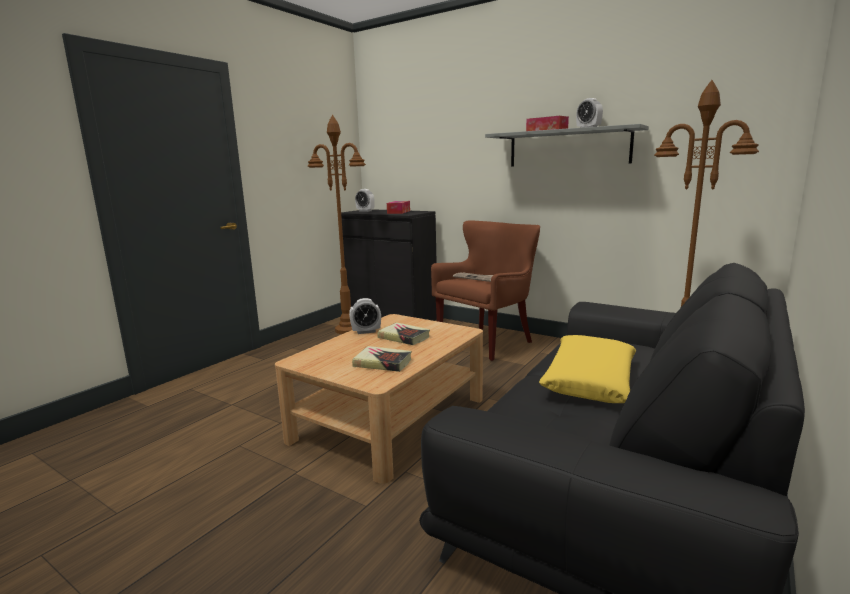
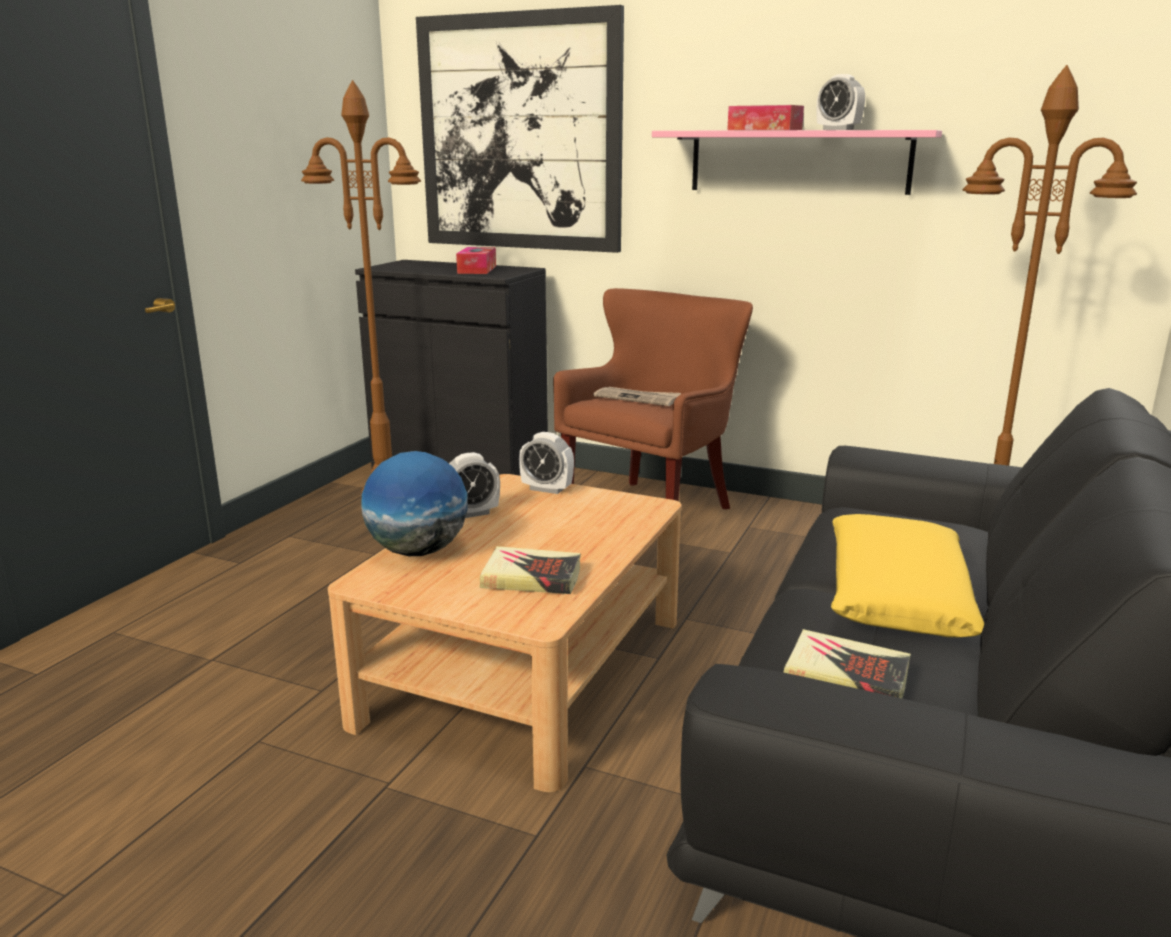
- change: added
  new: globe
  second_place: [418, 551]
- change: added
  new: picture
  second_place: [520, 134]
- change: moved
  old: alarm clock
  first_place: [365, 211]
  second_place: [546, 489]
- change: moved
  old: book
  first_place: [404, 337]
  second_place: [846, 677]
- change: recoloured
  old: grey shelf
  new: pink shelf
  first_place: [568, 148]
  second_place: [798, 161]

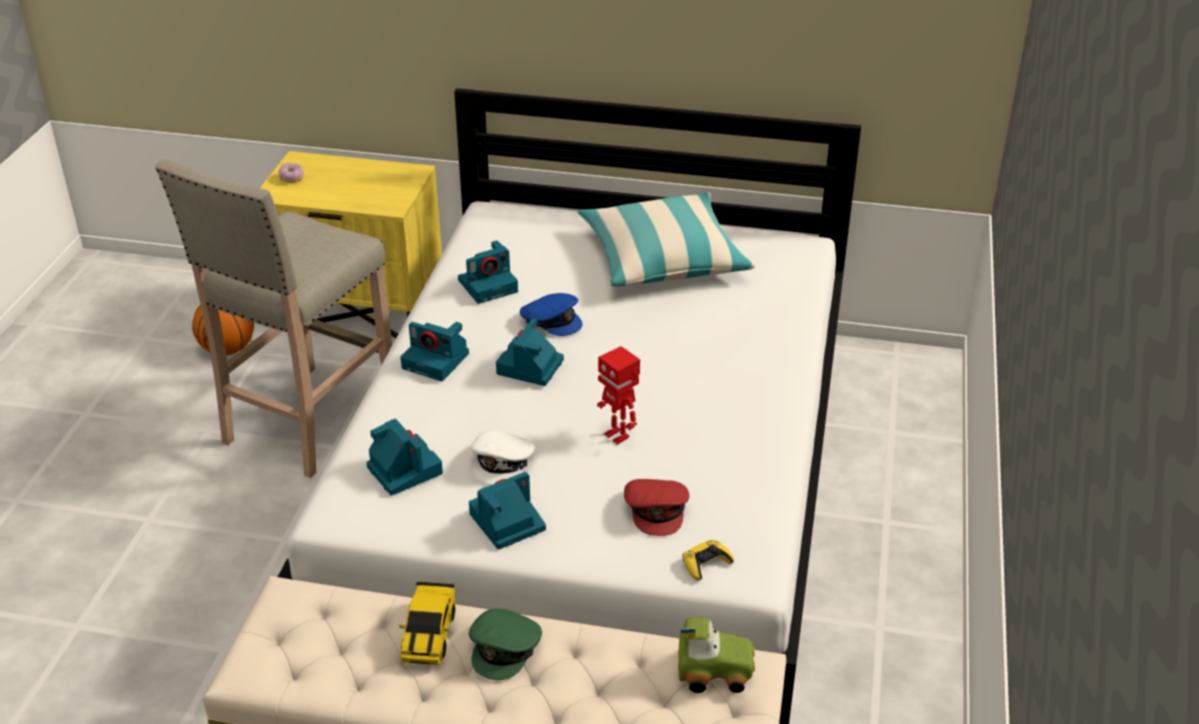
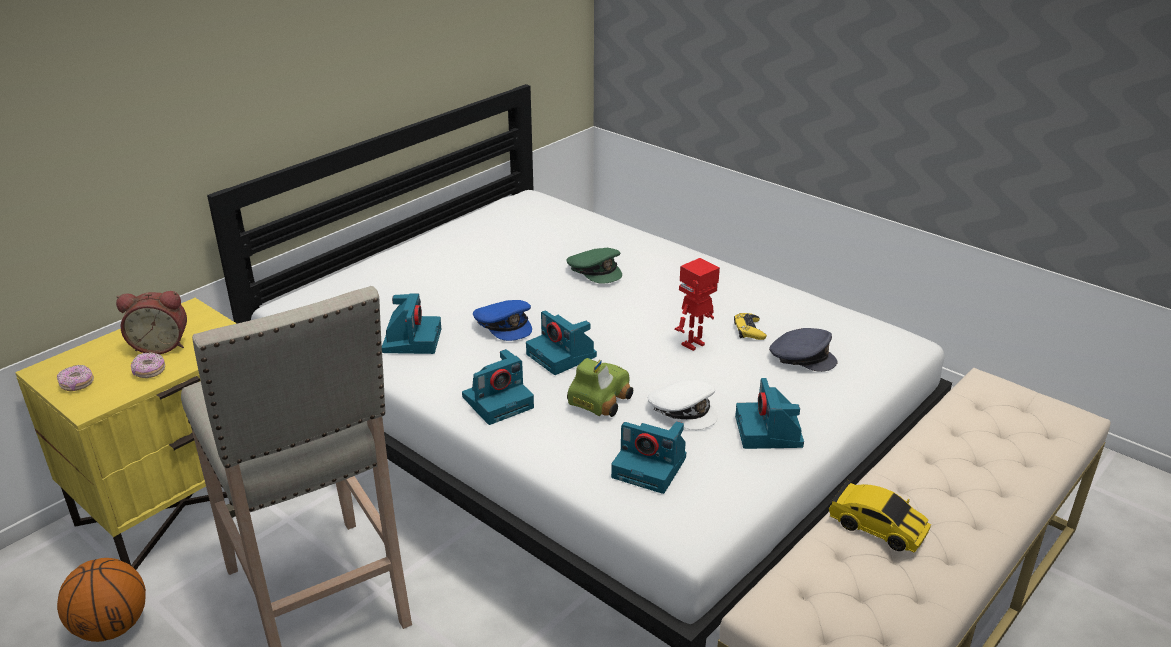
- change: removed
  old: pillow
  first_place: [663, 258]
- change: added
  new: alarm clock
  second_place: [161, 345]
- change: added
  new: donut
  second_place: [149, 371]
- change: moved
  old: green cap
  first_place: [505, 648]
  second_place: [595, 270]
- change: moved
  old: toy car
  first_place: [714, 669]
  second_place: [599, 400]
- change: moved
  old: yellow game controller
  first_place: [706, 563]
  second_place: [749, 330]
- change: recoloured
  old: red cap
  new: grey cap
  first_place: [656, 509]
  second_place: [802, 357]
- change: turned
  old: photo camera
  first_place: [403, 469]
  second_place: [651, 467]
  degrees: -150
- change: turned
  old: blue cap
  first_place: [552, 320]
  second_place: [504, 325]
  degrees: 75
- change: turned
  old: toy robot
  first_place: [618, 435]
  second_place: [694, 345]
  degrees: 150

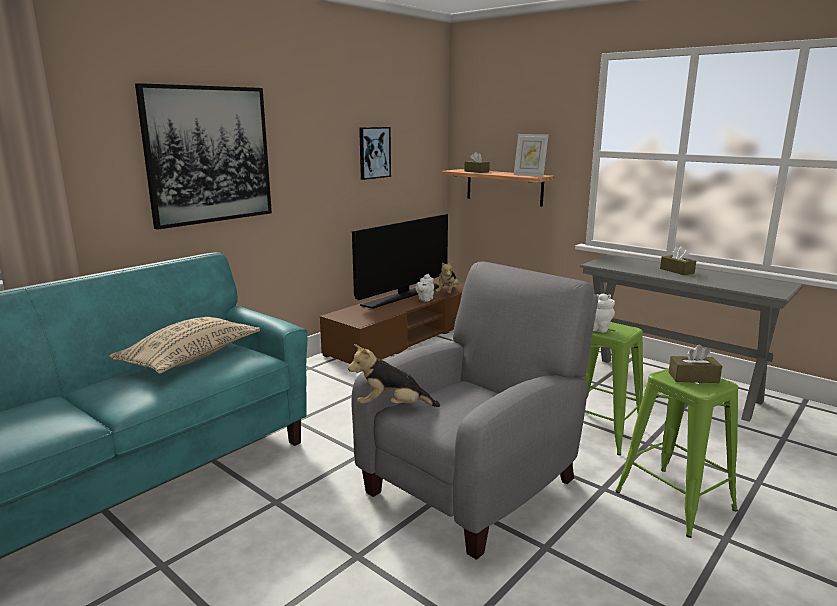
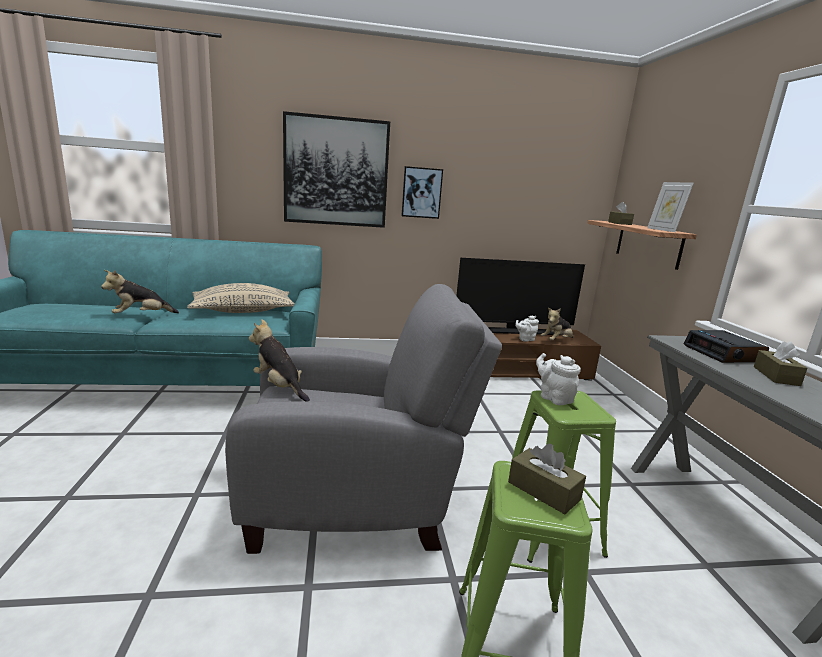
- change: added
  new: plush toy
  second_place: [141, 316]
- change: added
  new: alarm clock
  second_place: [723, 354]
- change: moved
  old: picture
  first_place: [374, 152]
  second_place: [421, 192]

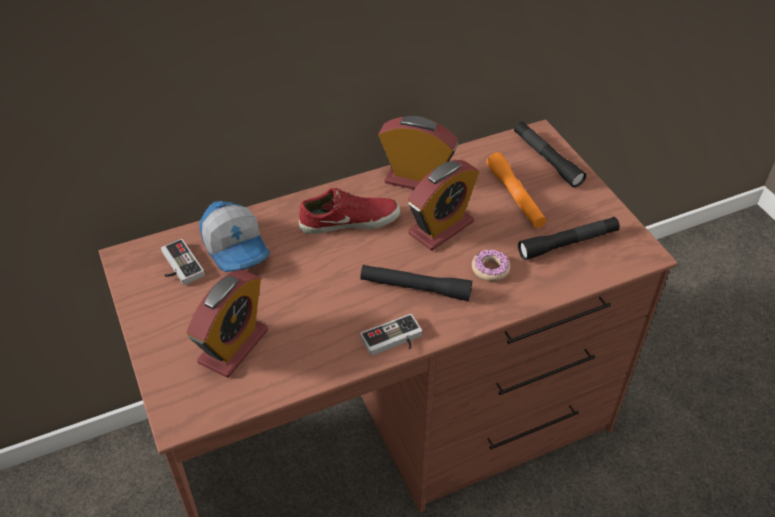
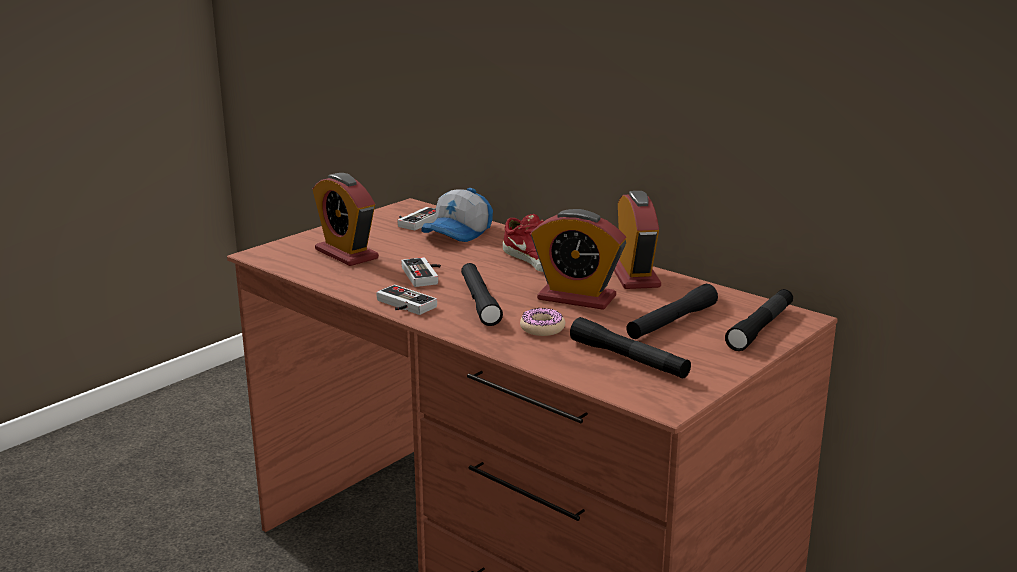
- change: added
  new: game controller
  second_place: [425, 275]
- change: recoloured
  old: orange flashlight
  new: black flashlight
  first_place: [515, 196]
  second_place: [671, 322]
- change: turned
  old: alarm clock
  first_place: [233, 346]
  second_place: [346, 254]
  degrees: 45

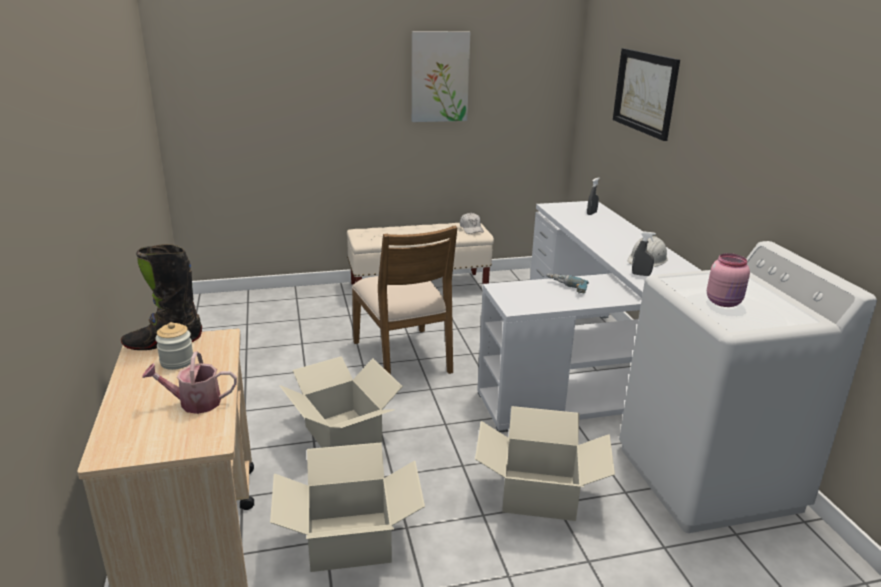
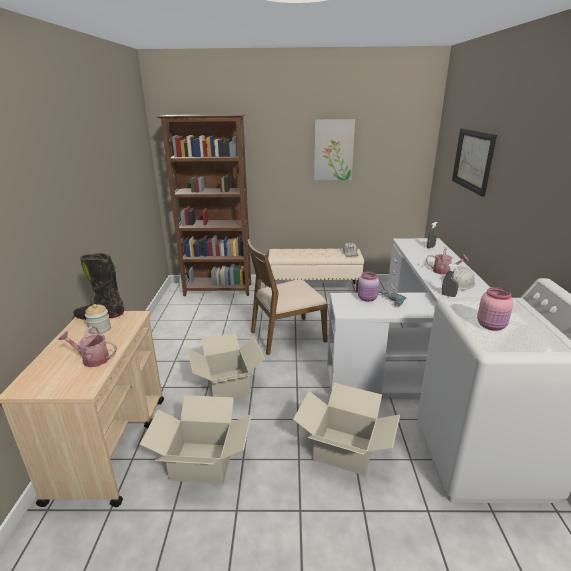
- change: added
  new: brown bookcase
  second_place: [218, 290]
- change: added
  new: pink jar
  second_place: [367, 299]
- change: added
  new: watering can
  second_place: [444, 271]
- change: turned
  old: brown chair
  first_place: [404, 356]
  second_place: [287, 336]
  degrees: 75

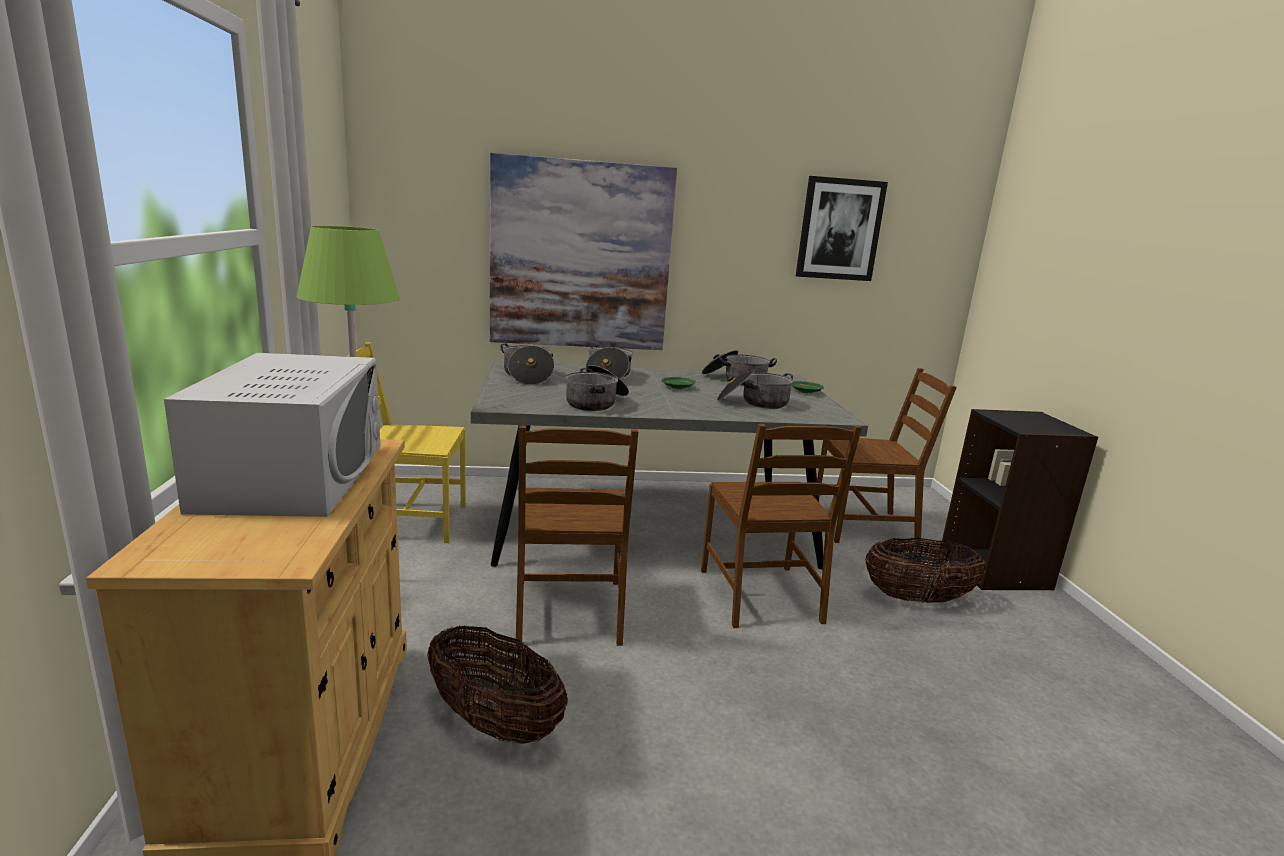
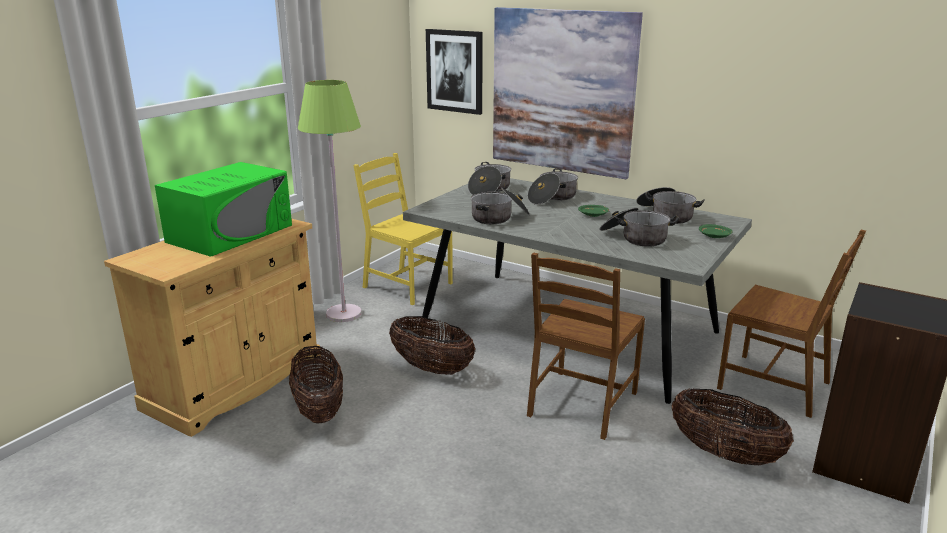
- change: moved
  old: picture
  first_place: [839, 229]
  second_place: [455, 71]
- change: replaced
  old: brown chair
  new: basket
  first_place: [569, 612]
  second_place: [431, 368]
- change: recoloured
  old: white microwave
  new: green microwave
  first_place: [294, 475]
  second_place: [231, 233]

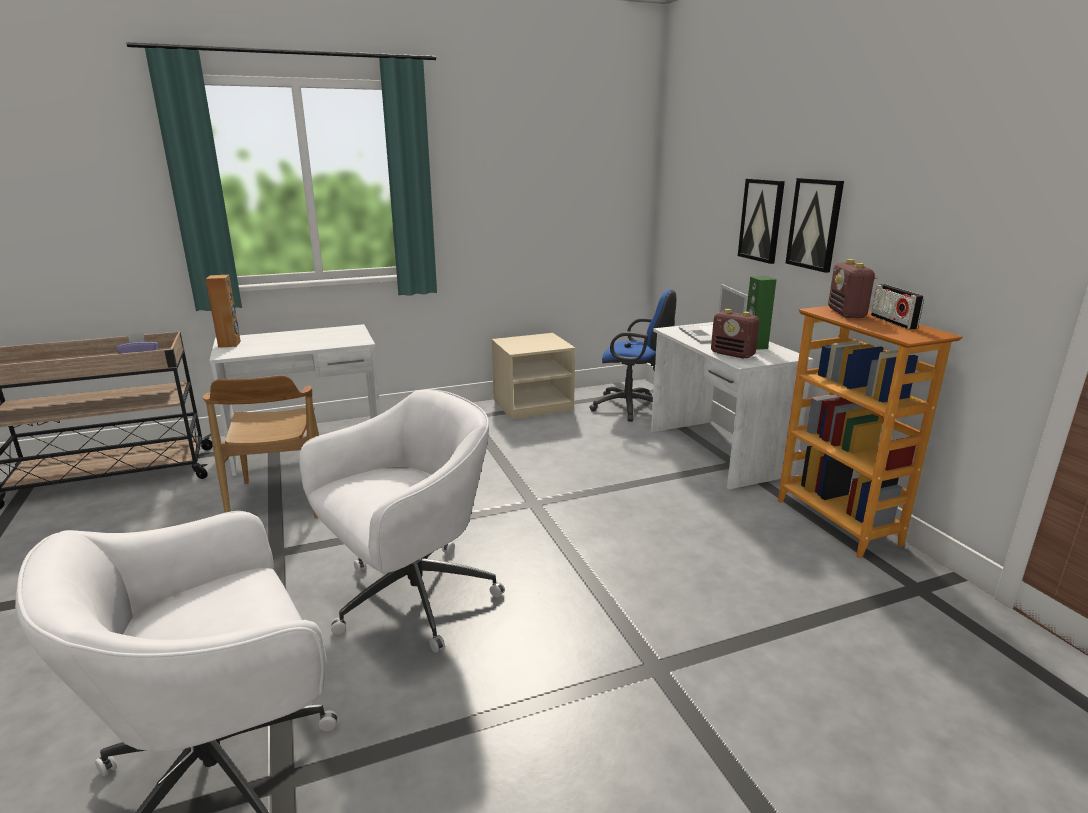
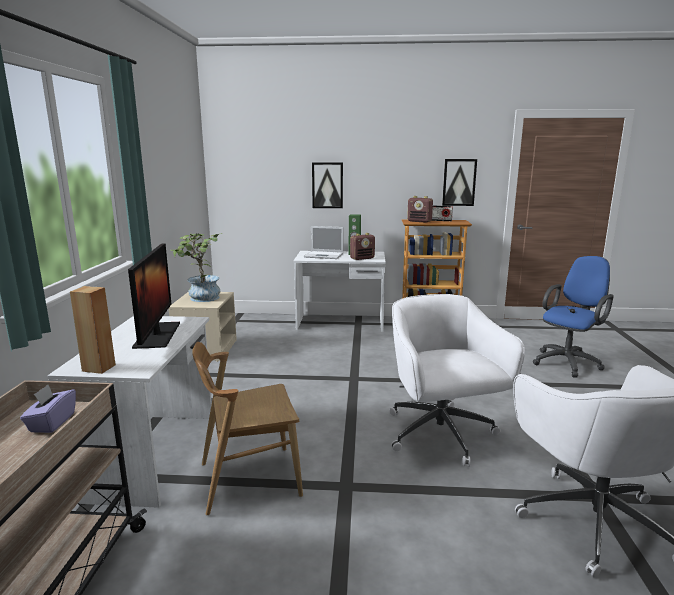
- change: added
  new: monitor
  second_place: [157, 335]
- change: added
  new: potted plant
  second_place: [201, 299]
- change: moved
  old: blue office chair
  first_place: [632, 408]
  second_place: [568, 362]
- change: moved
  old: picture
  first_place: [815, 224]
  second_place: [459, 182]
- change: turned
  old: brown chair
  first_place: [279, 500]
  second_place: [249, 479]
  degrees: 150

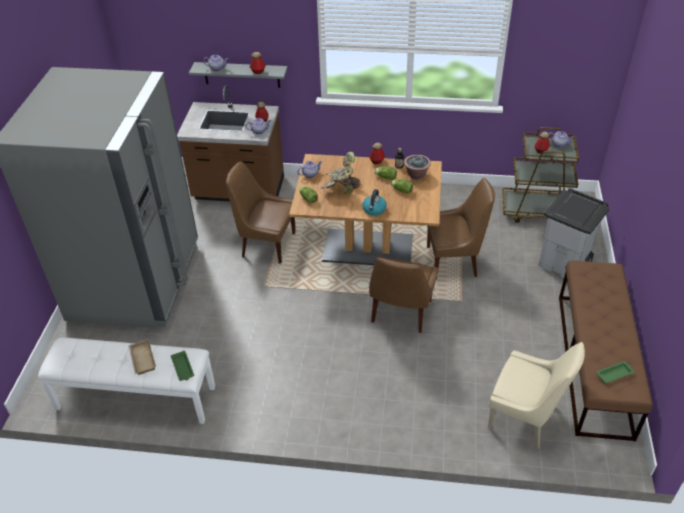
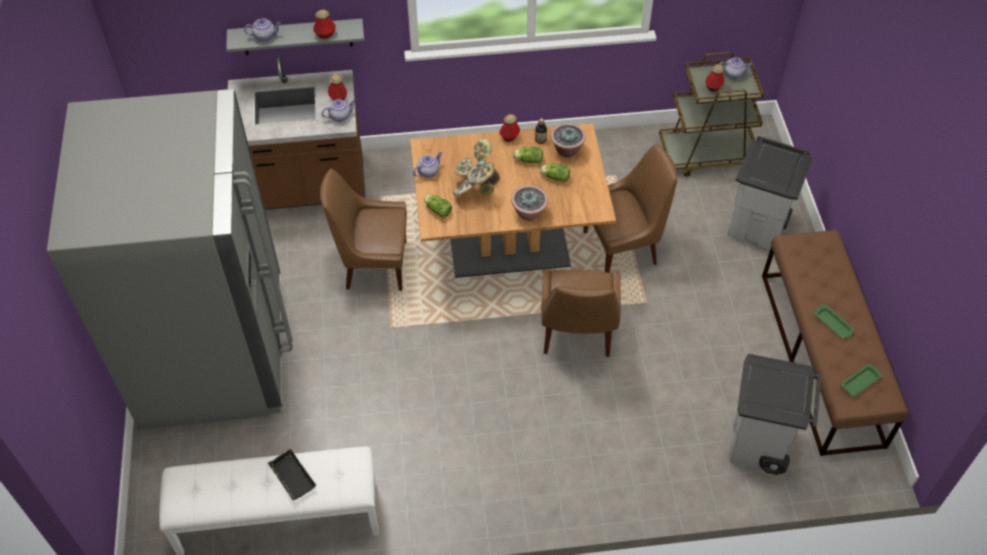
- change: moved
  old: green tray
  first_place: [183, 368]
  second_place: [833, 324]
- change: replaced
  old: kettle
  new: potted plant
  first_place: [374, 210]
  second_place: [529, 213]
- change: replaced
  old: beige chair
  new: grey trash can
  first_place: [525, 418]
  second_place: [759, 445]
- change: recoloured
  old: beige tray
  new: black tray
  first_place: [141, 359]
  second_place: [291, 477]

